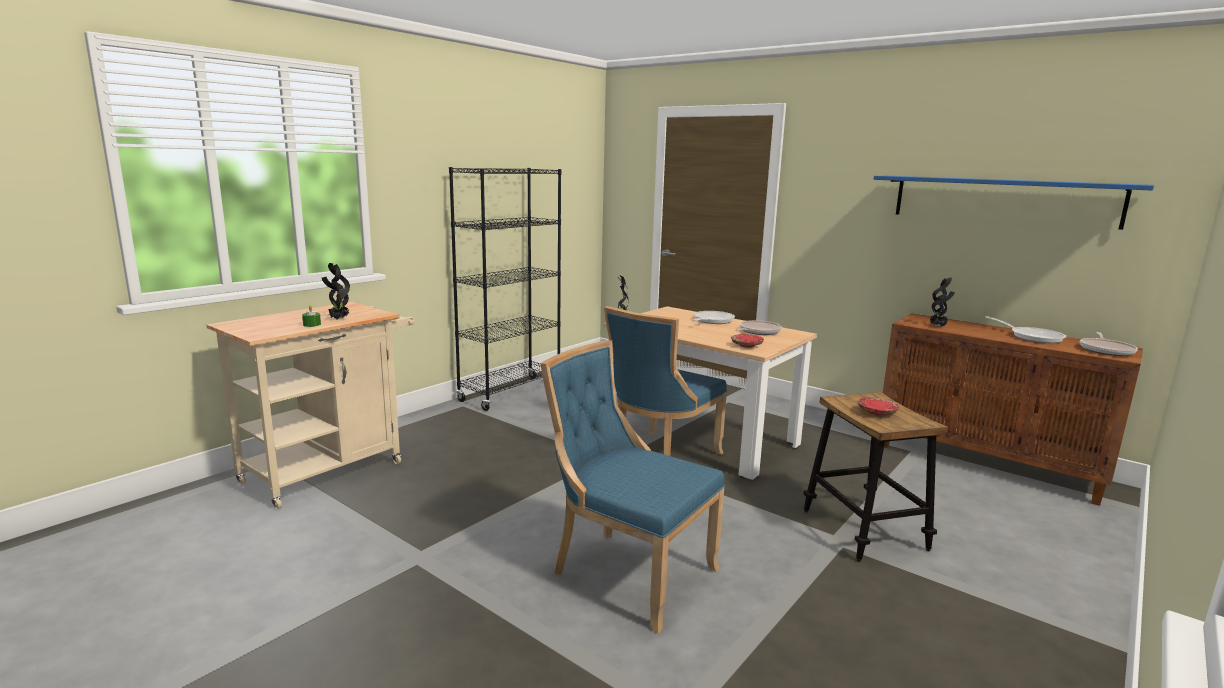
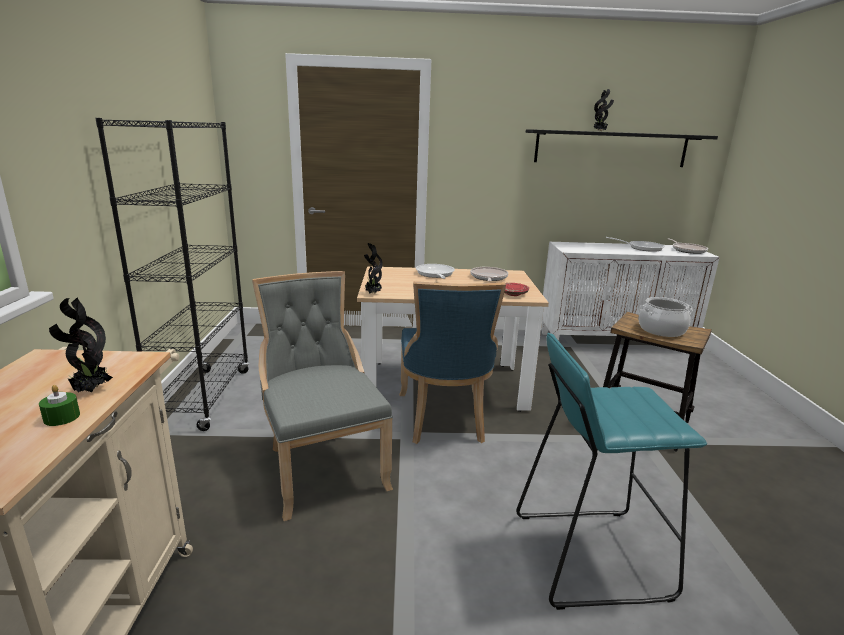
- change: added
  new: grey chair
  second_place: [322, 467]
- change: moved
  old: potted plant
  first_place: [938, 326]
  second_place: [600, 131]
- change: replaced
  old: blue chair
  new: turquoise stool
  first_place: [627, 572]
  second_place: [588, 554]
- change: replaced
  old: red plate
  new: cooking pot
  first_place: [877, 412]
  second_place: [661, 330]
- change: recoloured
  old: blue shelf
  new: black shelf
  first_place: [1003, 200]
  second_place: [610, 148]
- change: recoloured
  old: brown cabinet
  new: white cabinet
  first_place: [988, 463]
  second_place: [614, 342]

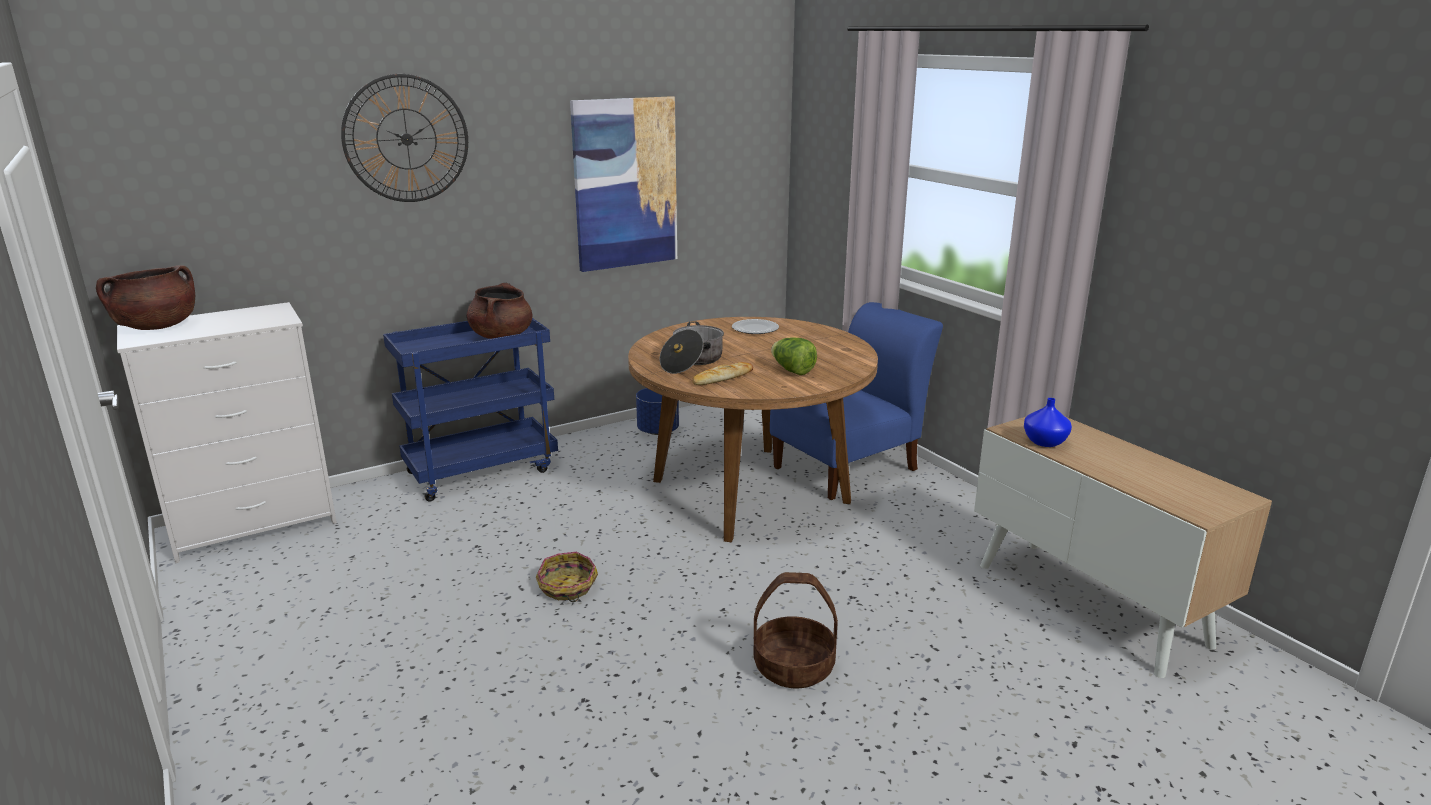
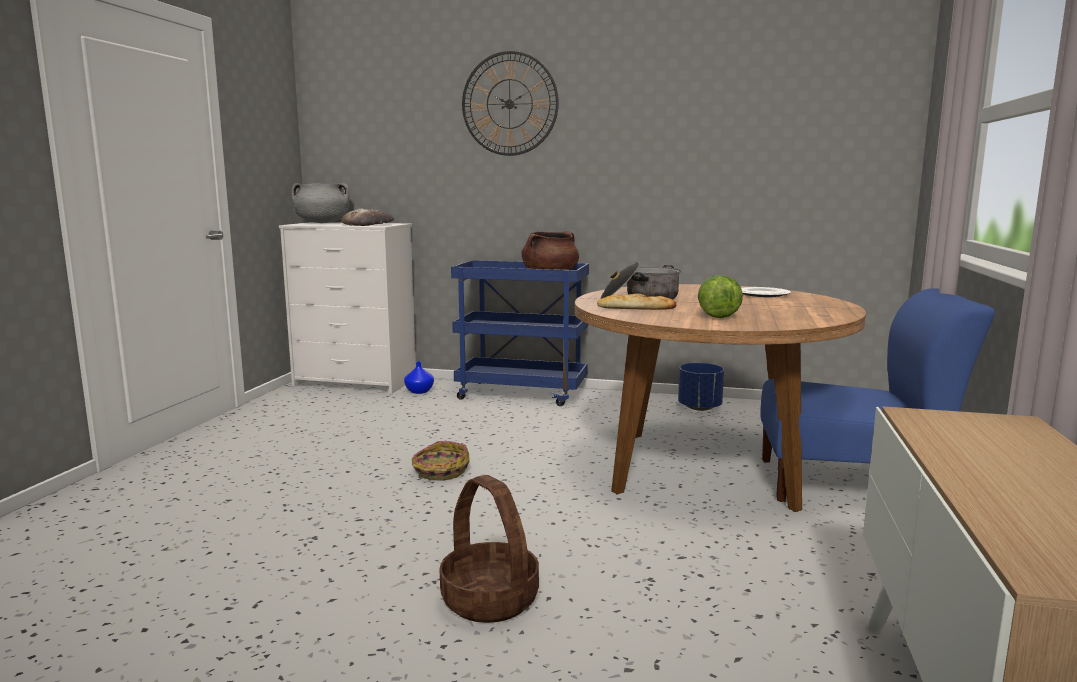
- change: removed
  old: picture
  first_place: [625, 184]
- change: added
  new: bread
  second_place: [368, 224]
- change: moved
  old: blue vase
  first_place: [1046, 442]
  second_place: [419, 391]
- change: recoloured
  old: brown cooking pot
  new: grey cooking pot
  first_place: [157, 327]
  second_place: [322, 223]

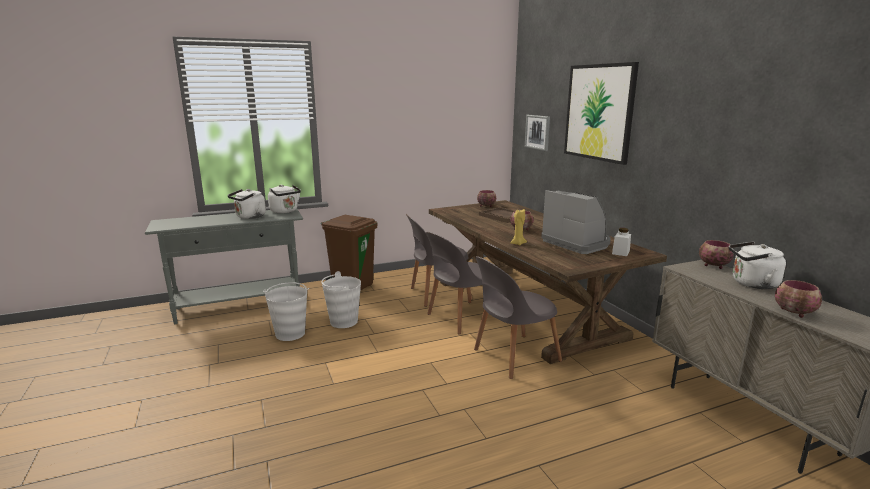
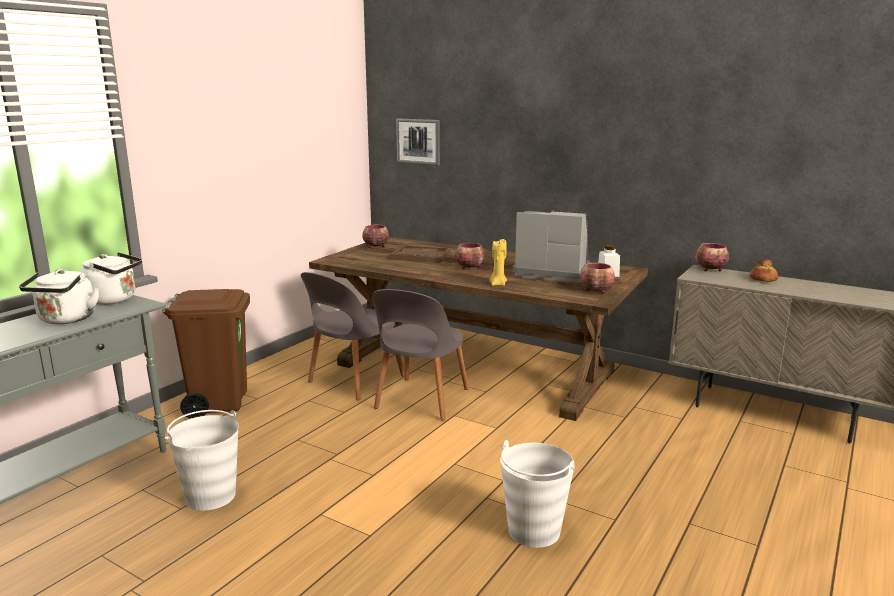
- change: removed
  old: grey chair
  first_place: [513, 356]
- change: removed
  old: picture
  first_place: [599, 112]
- change: moved
  old: white bucket
  first_place: [343, 322]
  second_place: [533, 531]
- change: moved
  old: bowl
  first_place: [795, 313]
  second_place: [597, 291]
- change: replaced
  old: white kettle
  new: bread
  first_place: [751, 284]
  second_place: [763, 279]

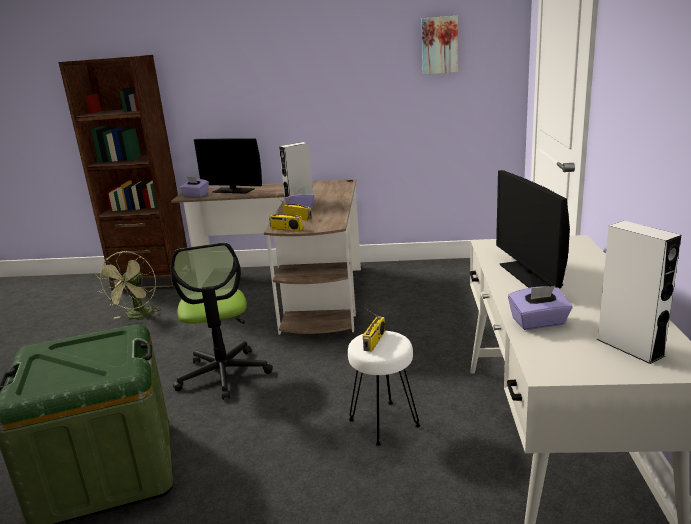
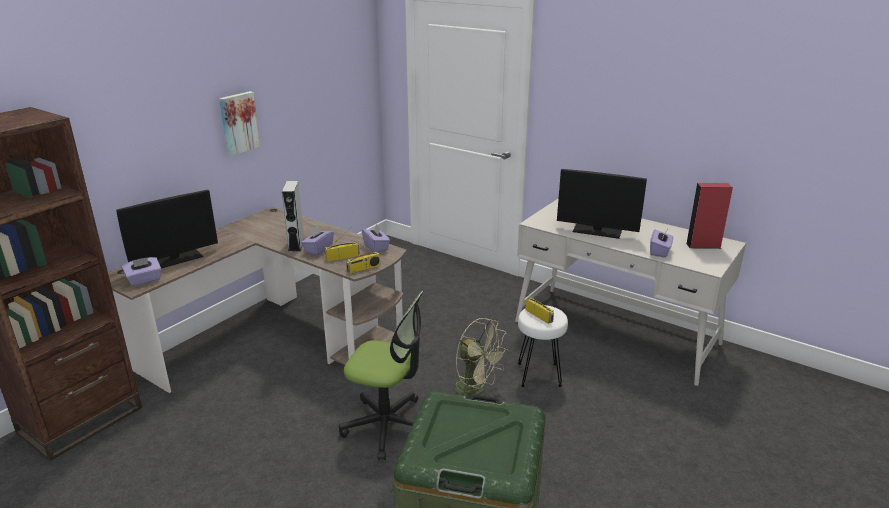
- change: added
  new: purple tissue box
  second_place: [376, 247]
- change: moved
  old: green fan
  first_place: [138, 316]
  second_place: [476, 390]
- change: moved
  old: picture
  first_place: [439, 45]
  second_place: [238, 123]
- change: recoloured
  old: white speaker
  new: red speaker
  first_place: [629, 347]
  second_place: [703, 245]

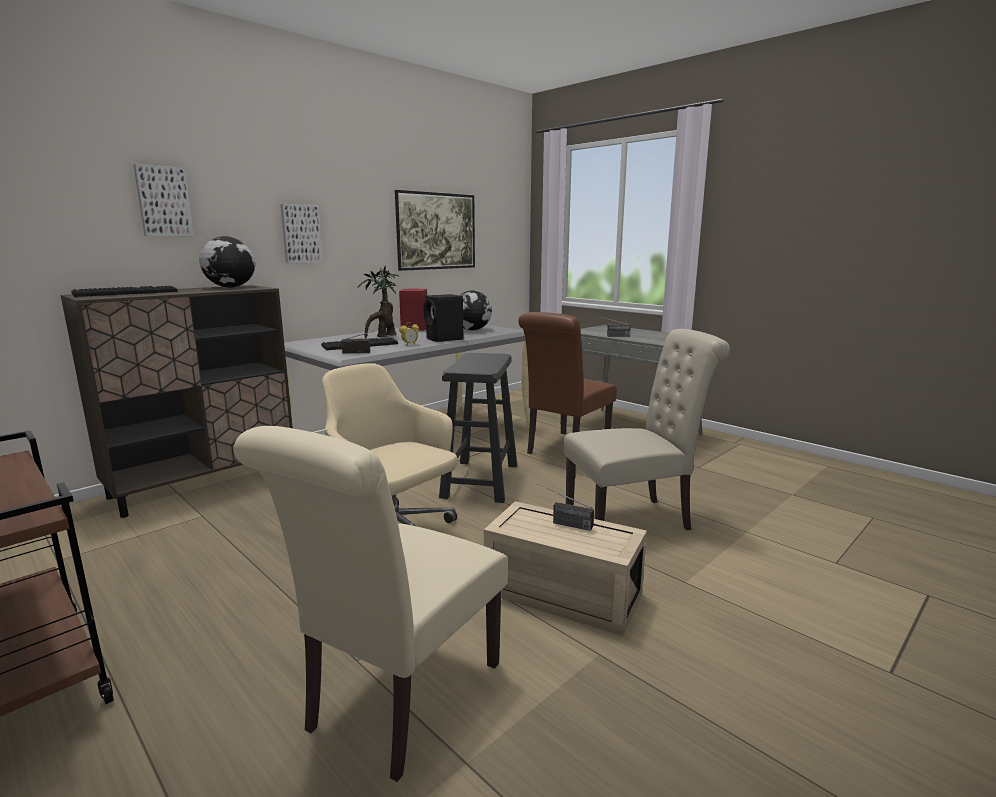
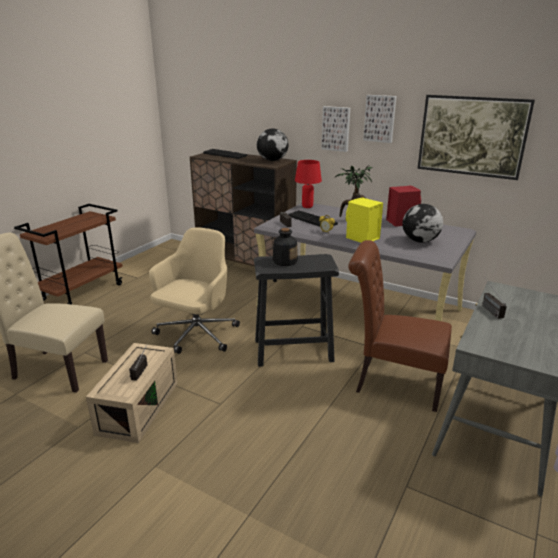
- change: removed
  old: beige chair
  first_place: [634, 519]
- change: added
  new: bottle
  second_place: [284, 261]
- change: added
  new: red table lamp
  second_place: [307, 207]
- change: moved
  old: picture
  first_place: [163, 201]
  second_place: [380, 118]
- change: recoloured
  old: black speaker
  new: yellow speaker
  first_place: [444, 339]
  second_place: [361, 238]

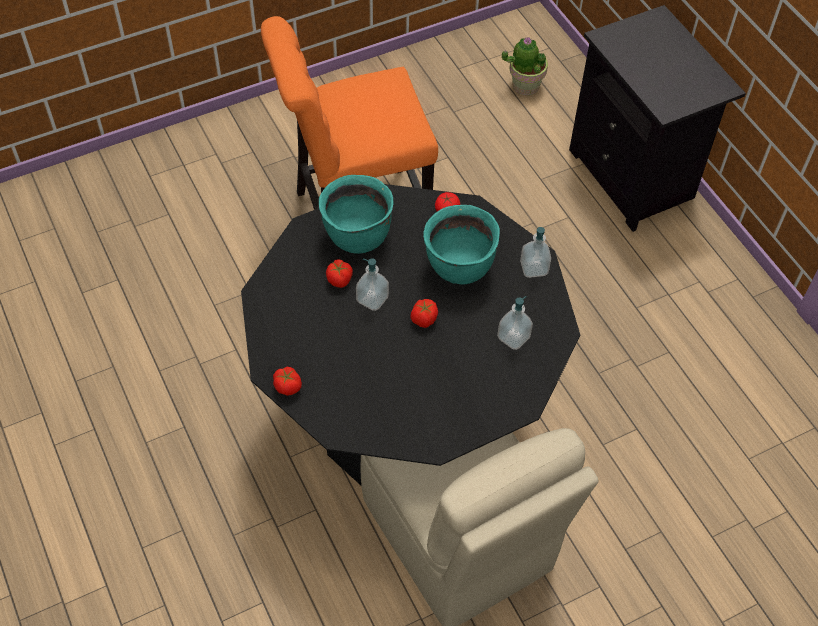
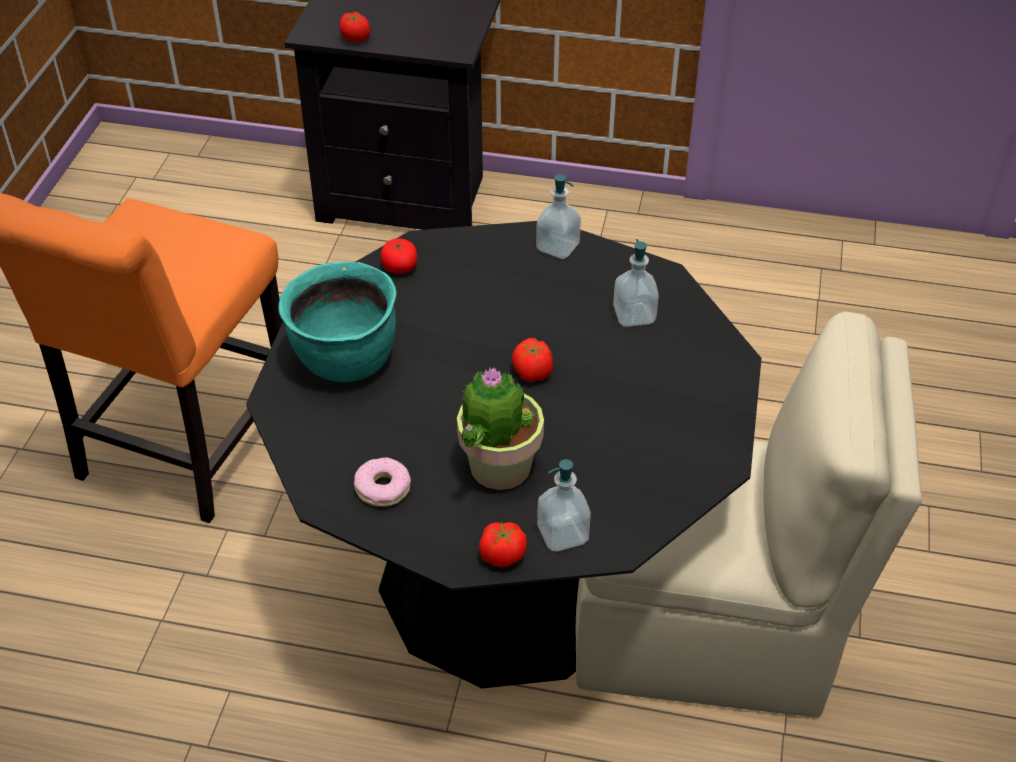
- change: removed
  old: turquoise cooking pot
  first_place: [459, 267]
- change: added
  new: donut
  second_place: [382, 488]
- change: moved
  old: tomato
  first_place: [339, 280]
  second_place: [355, 38]
- change: moved
  old: soap dispenser
  first_place: [372, 299]
  second_place: [562, 534]
- change: moved
  old: potted plant
  first_place: [525, 85]
  second_place: [499, 467]

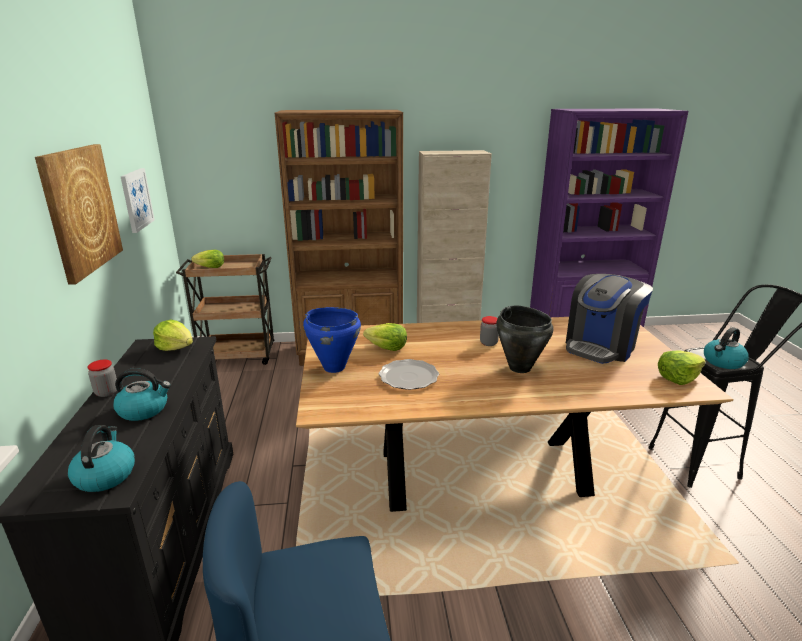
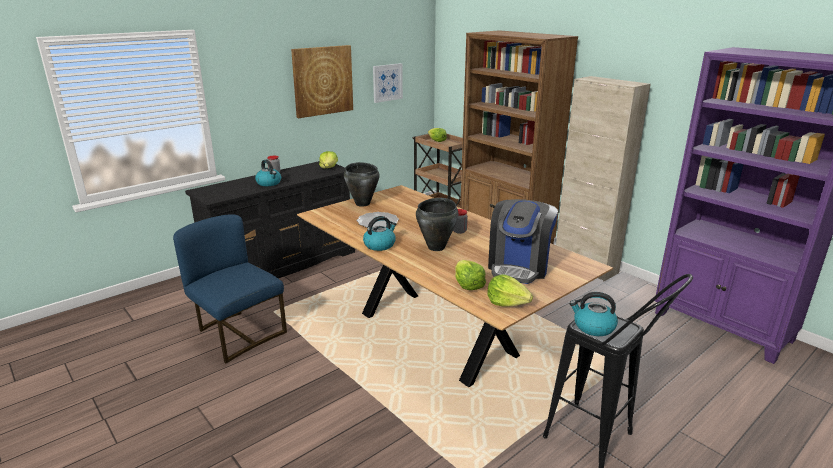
- change: moved
  old: kettle
  first_place: [105, 475]
  second_place: [380, 245]
- change: moved
  old: lettuce
  first_place: [387, 348]
  second_place: [468, 285]
- change: recoloured
  old: blue cooking pot
  new: black cooking pot
  first_place: [334, 367]
  second_place: [363, 204]
- change: turned
  old: coffee machine
  first_place: [601, 346]
  second_place: [519, 267]
  degrees: -75

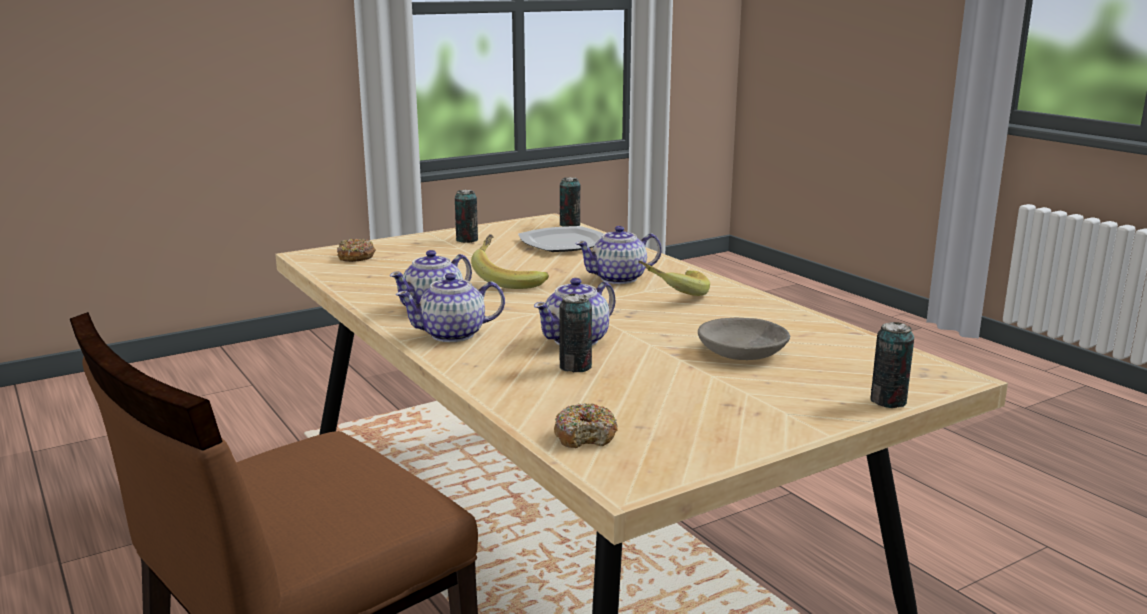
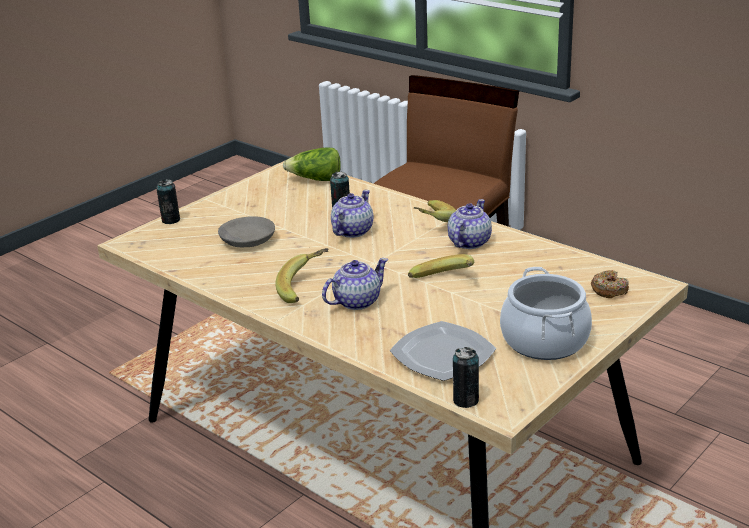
- change: replaced
  old: teapot
  new: banana
  first_place: [453, 334]
  second_place: [431, 222]
- change: replaced
  old: can
  new: cooking pot
  first_place: [467, 240]
  second_place: [545, 340]
- change: replaced
  old: donut
  new: lettuce
  first_place: [585, 436]
  second_place: [316, 180]

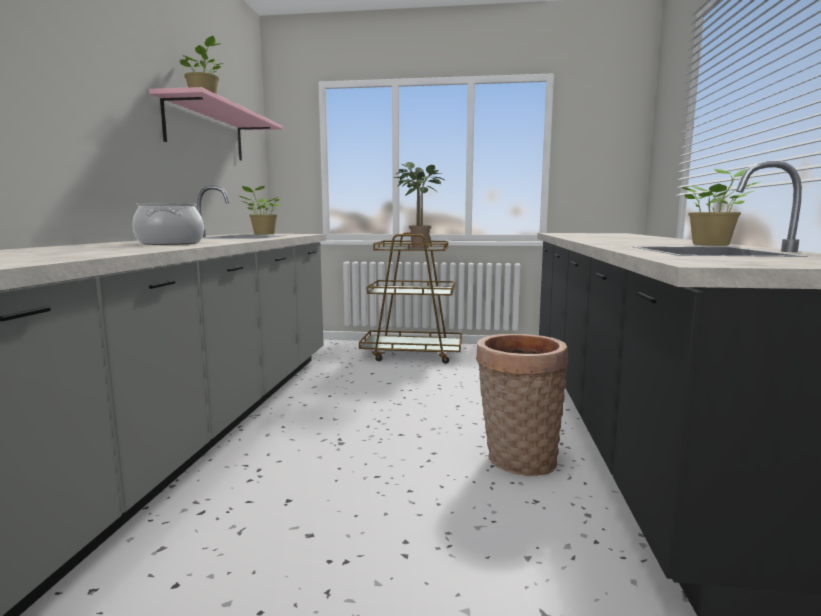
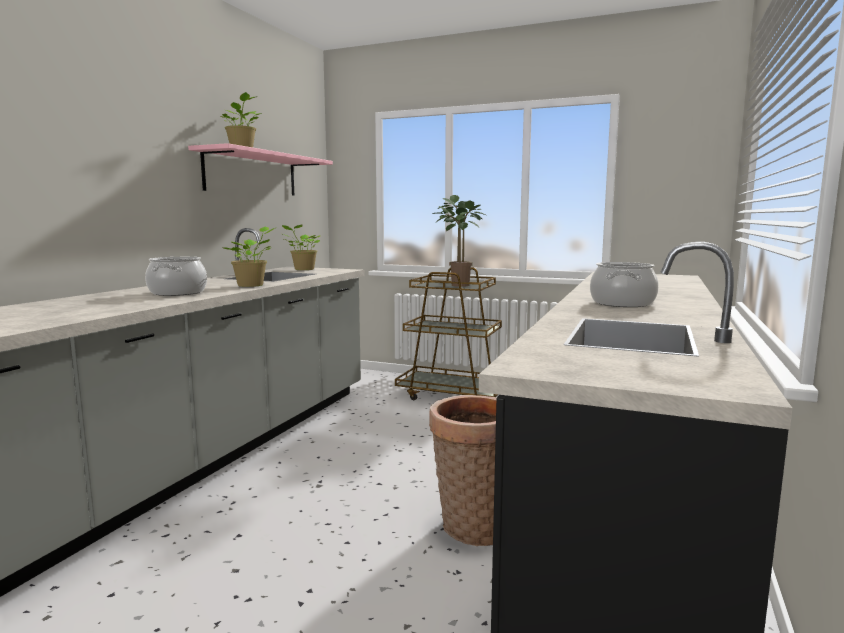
- change: added
  new: cooking pot
  second_place: [621, 303]
- change: moved
  old: potted plant
  first_place: [713, 244]
  second_place: [252, 285]

